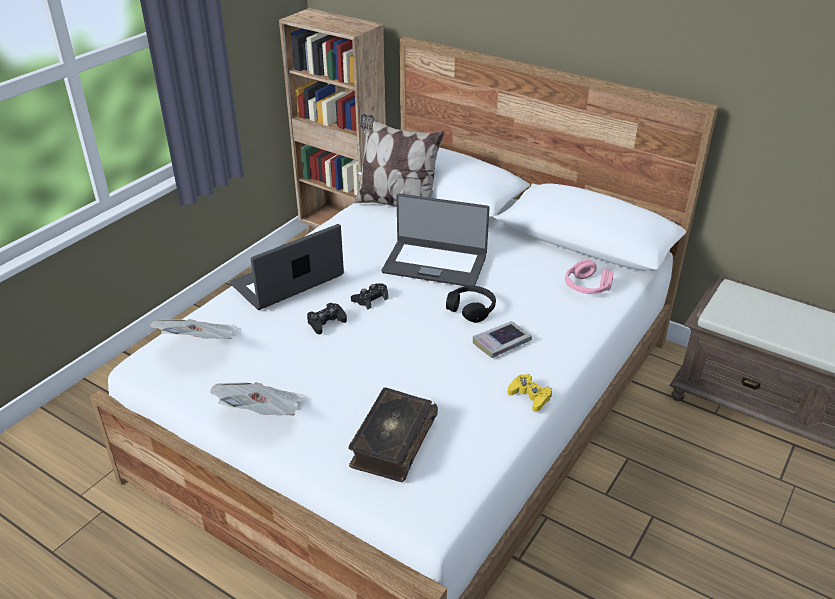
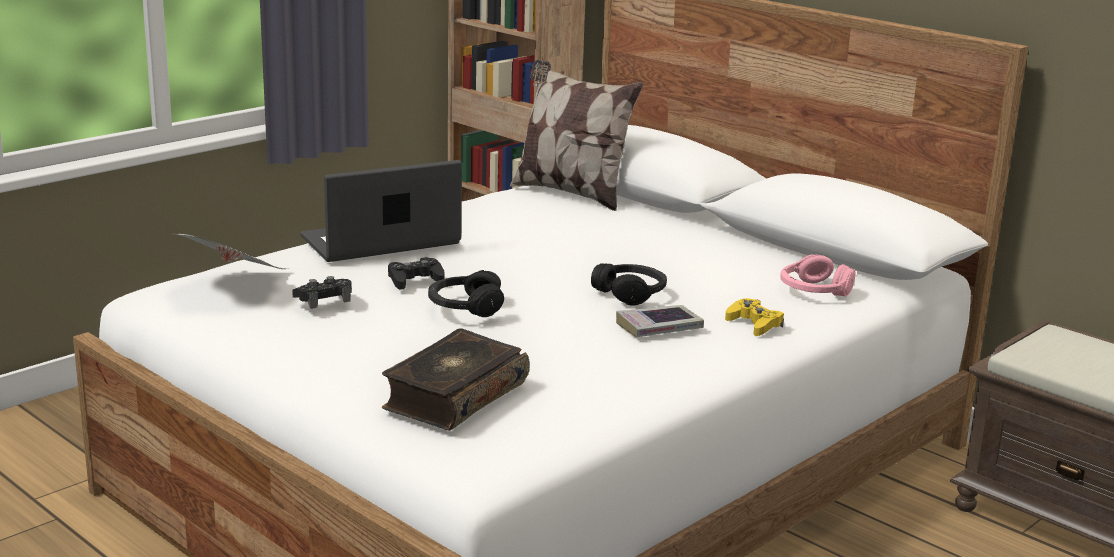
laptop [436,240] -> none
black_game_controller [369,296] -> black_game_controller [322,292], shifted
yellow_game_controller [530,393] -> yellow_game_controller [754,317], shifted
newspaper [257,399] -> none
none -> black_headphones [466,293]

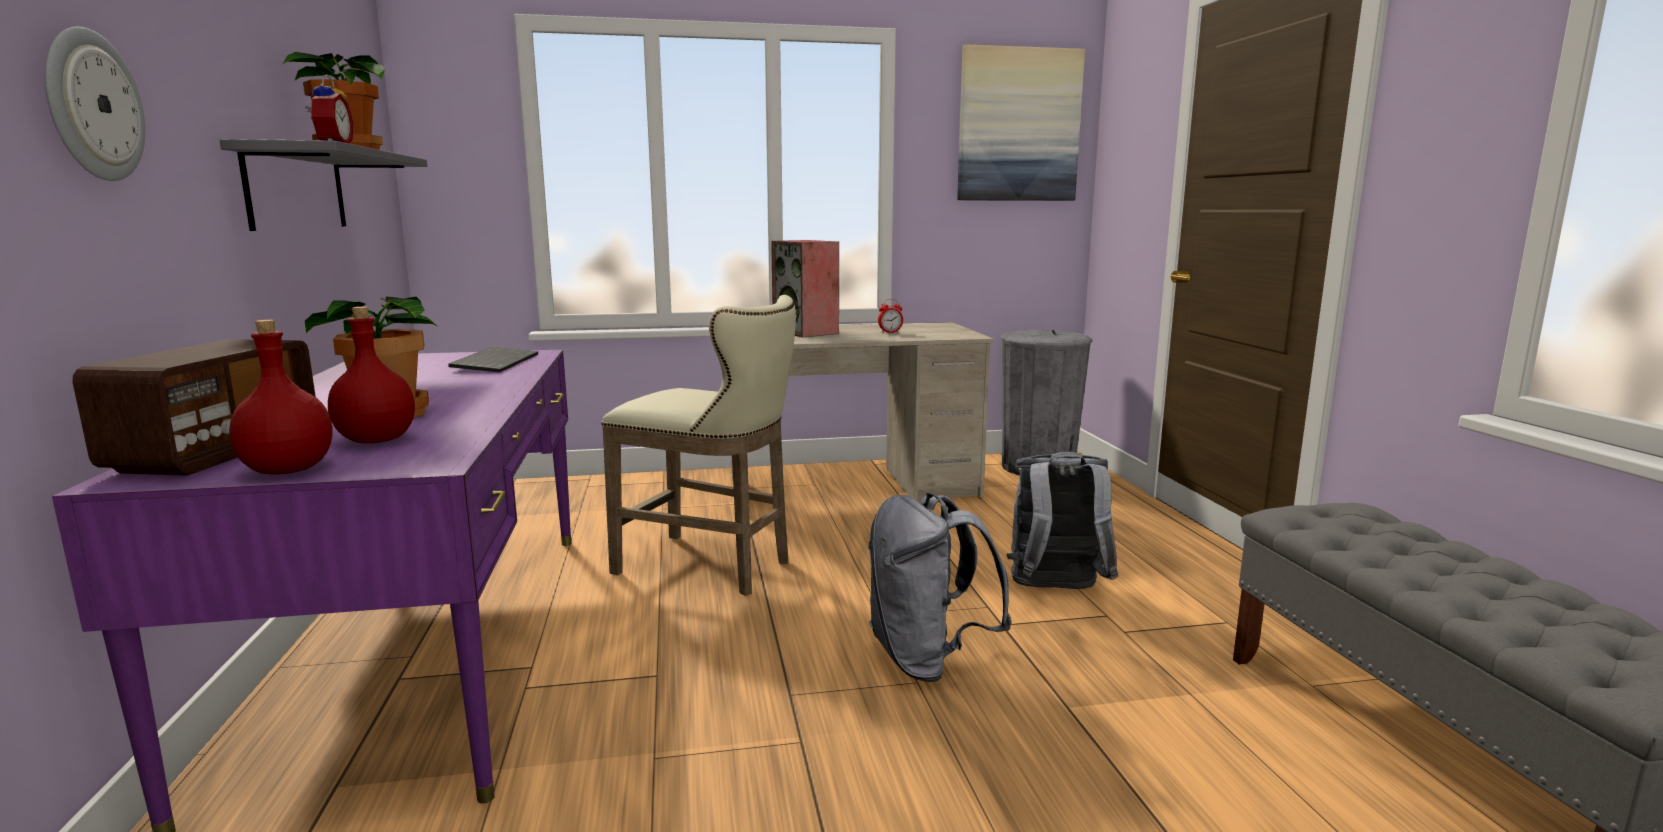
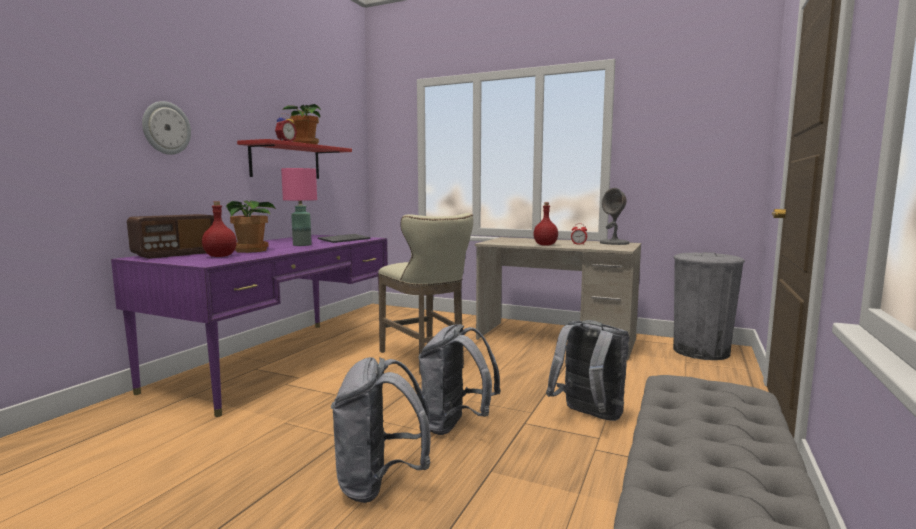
picture [1021,123] -> none
grey_shelf [323,185] -> red_shelf [294,159]
speaker [805,289] -> none
red_bottle [281,397] -> red_bottle [545,224], shifted
none -> pink_table_lamp [299,207]
none -> grey_table_lamp [614,216]
none -> grey_backpack [381,430]

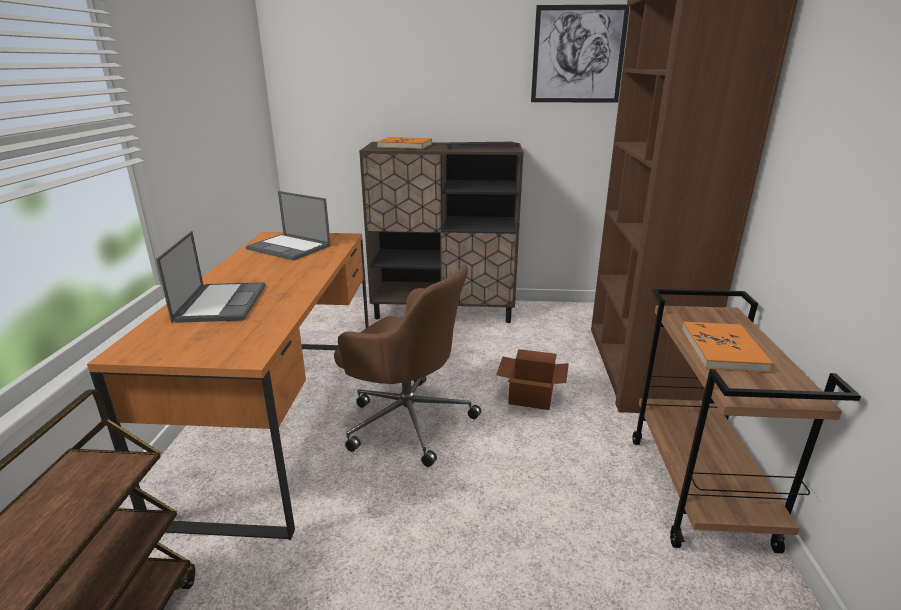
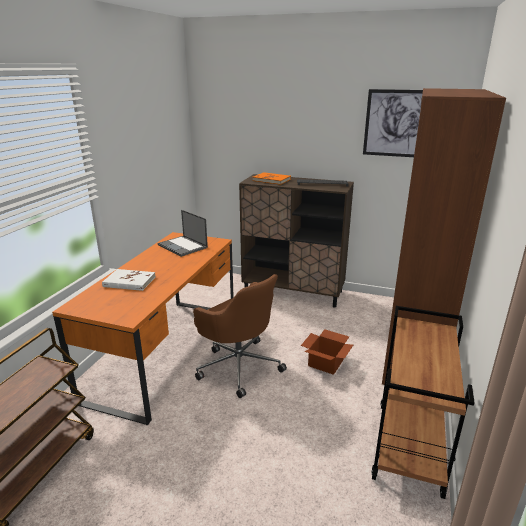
laptop [211,277] -> white_book [129,280]
orange_book [727,347] -> none

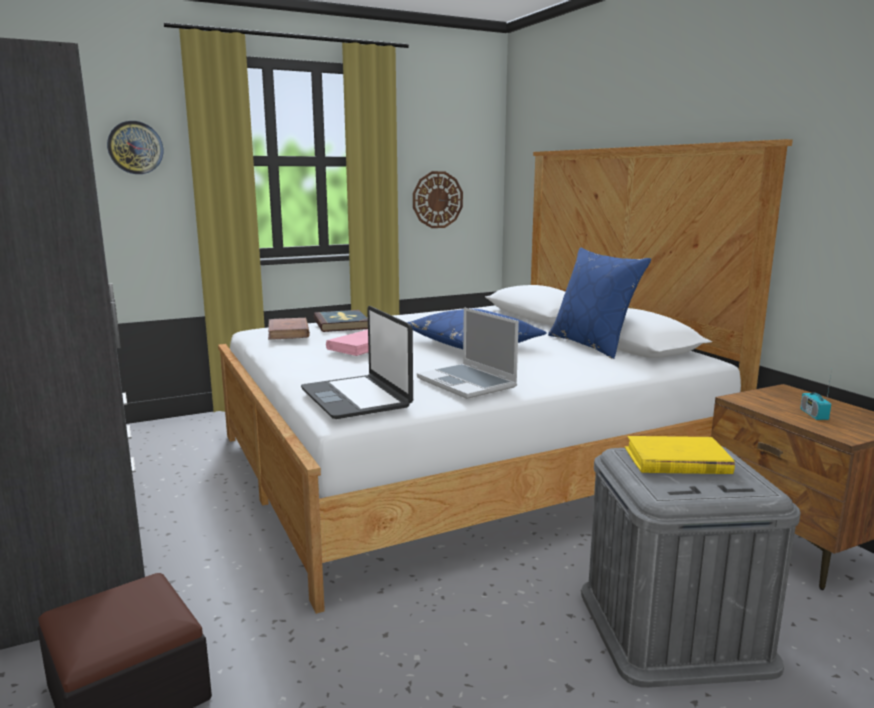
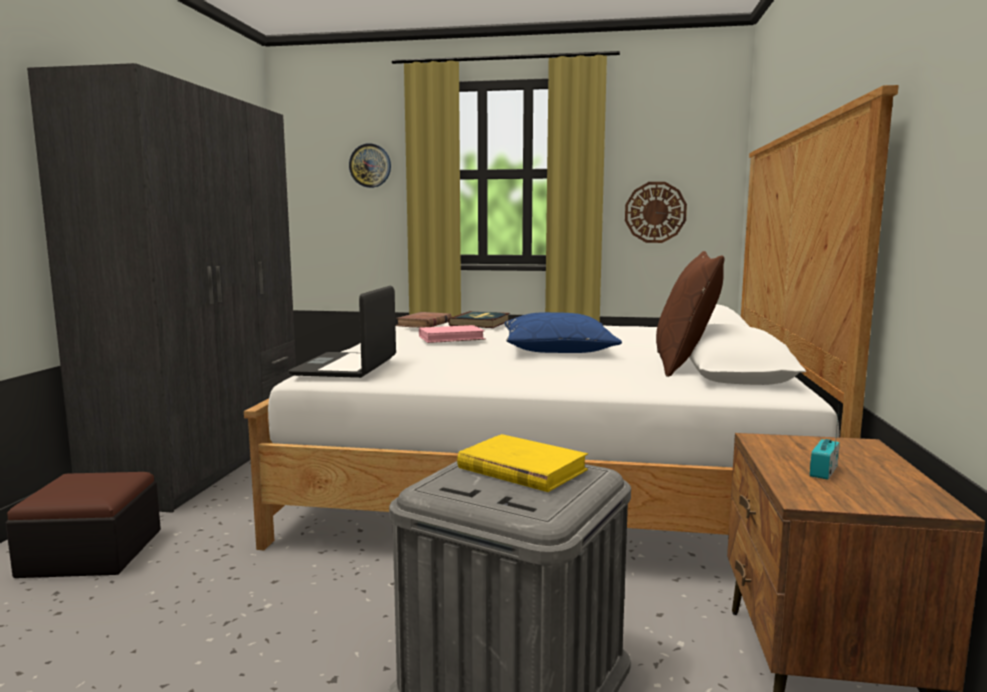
blue_pillow [599,303] -> brown_pillow [690,314]
laptop [468,353] -> none

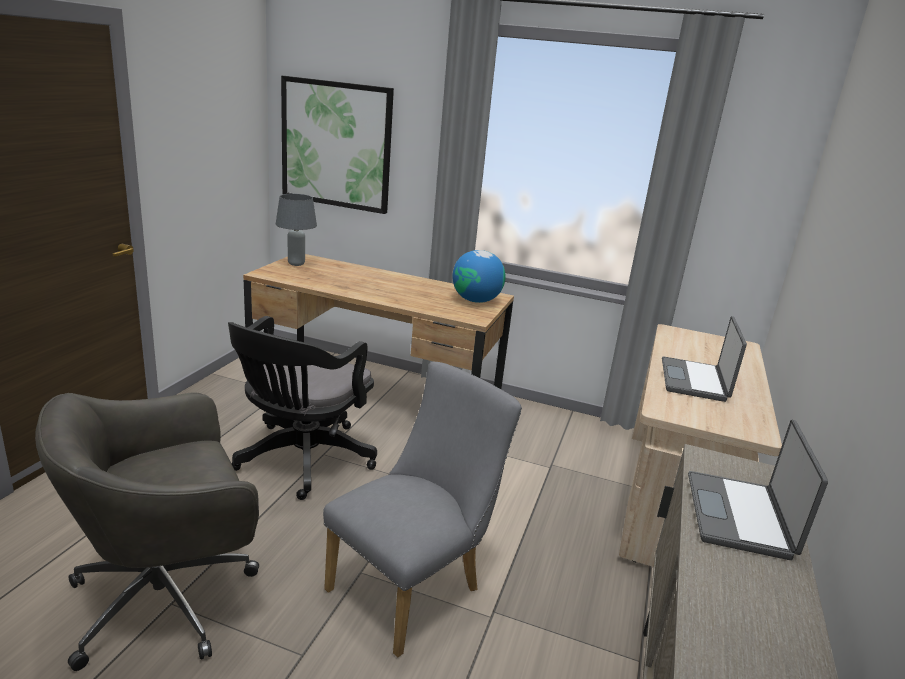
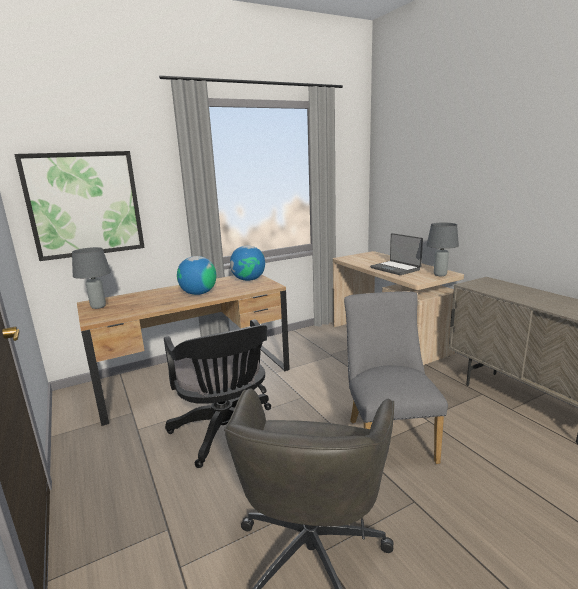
laptop [758,490] -> none
none -> grey_table_lamp [443,249]
none -> globe [196,275]

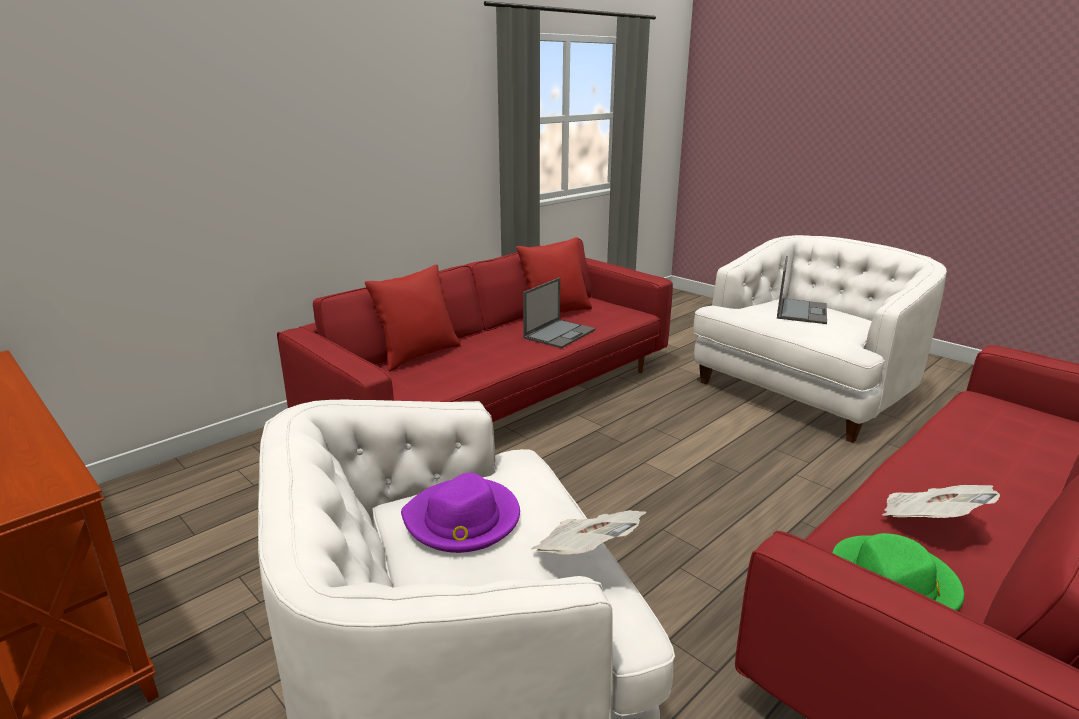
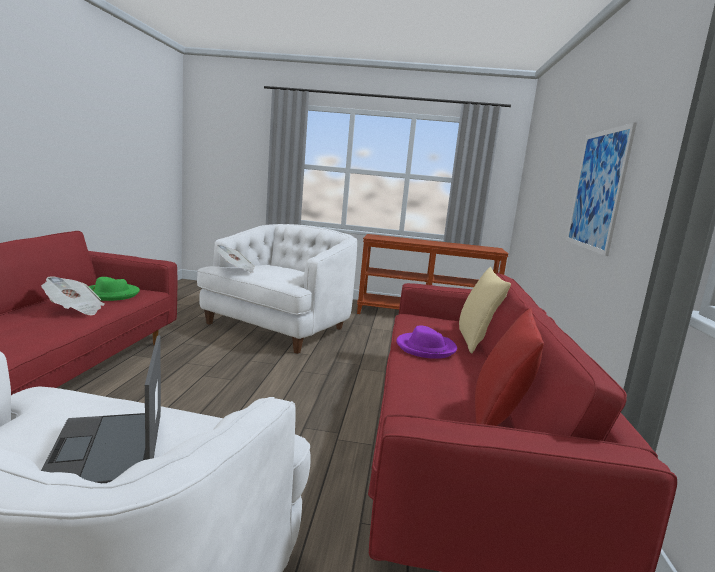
red_pillow [413,317] -> beige_pillow [485,310]
laptop [559,313] -> none
purple_hat [460,513] -> purple_hat [426,342], shifted
none -> picture [601,189]

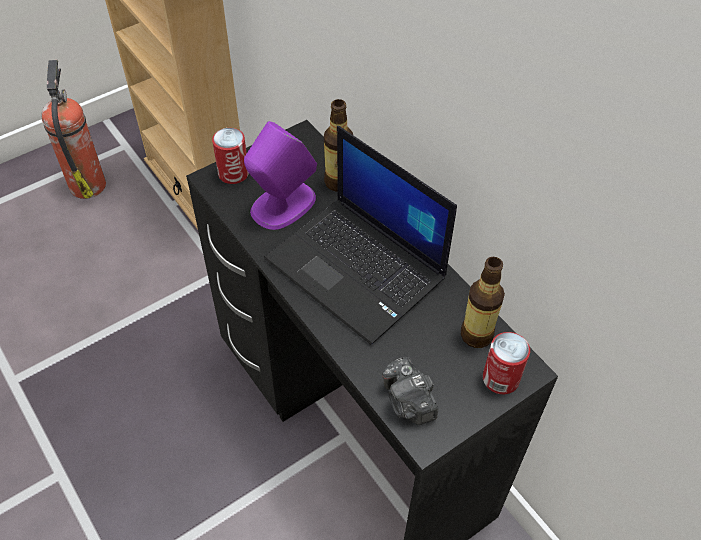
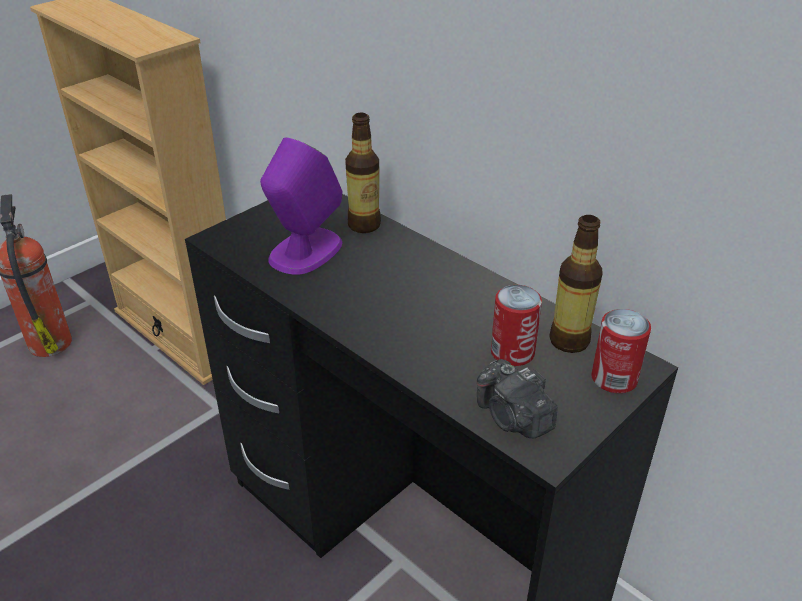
laptop [360,235] -> none
can [230,156] -> can [516,325], shifted

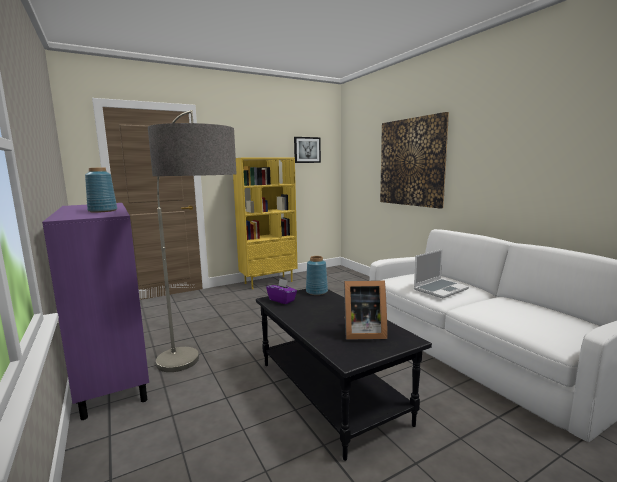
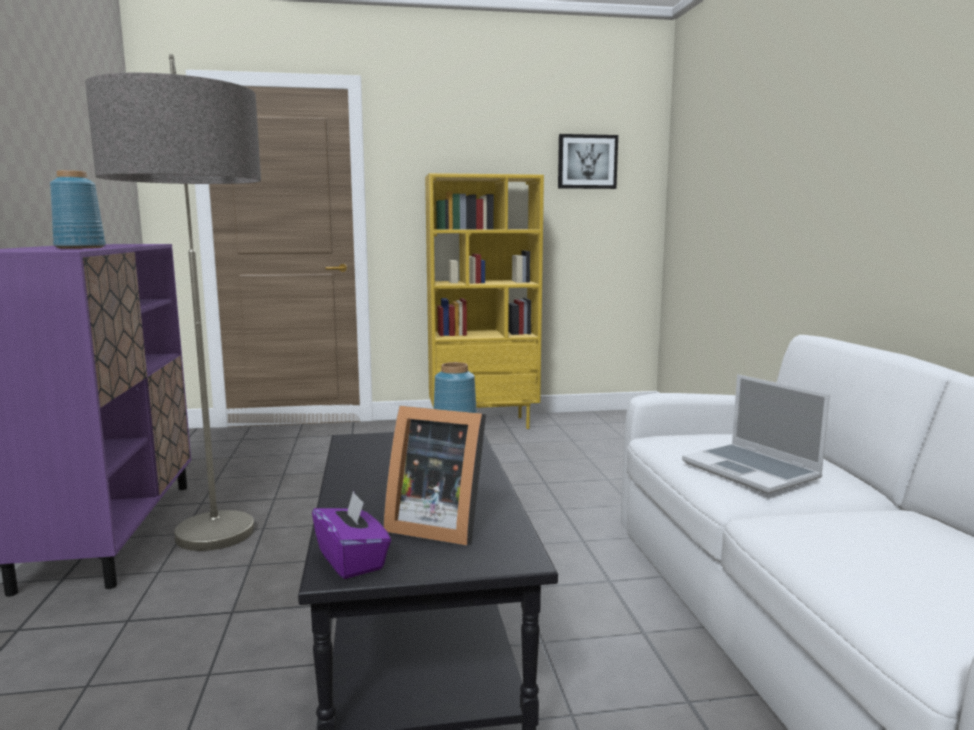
picture [414,160] -> none
laptop [441,273] -> laptop [756,434], 75 degrees clockwise
purple_tissue_box [281,291] -> purple_tissue_box [351,534], shifted

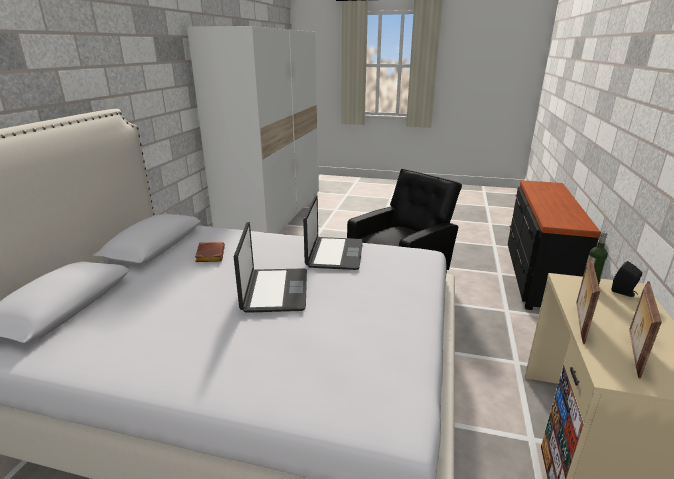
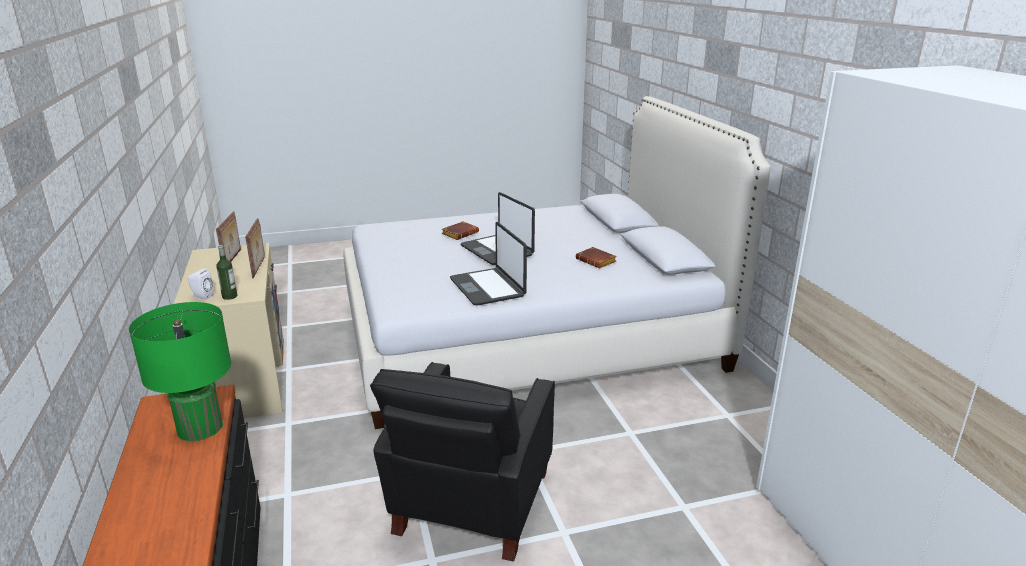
black_speaker [626,279] -> white_speaker [201,284]
none -> brown_book [460,230]
none -> green_table_lamp [180,371]

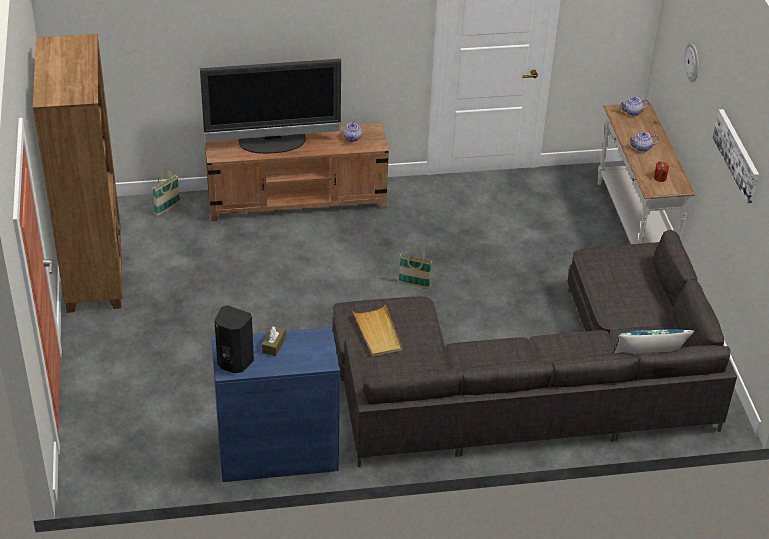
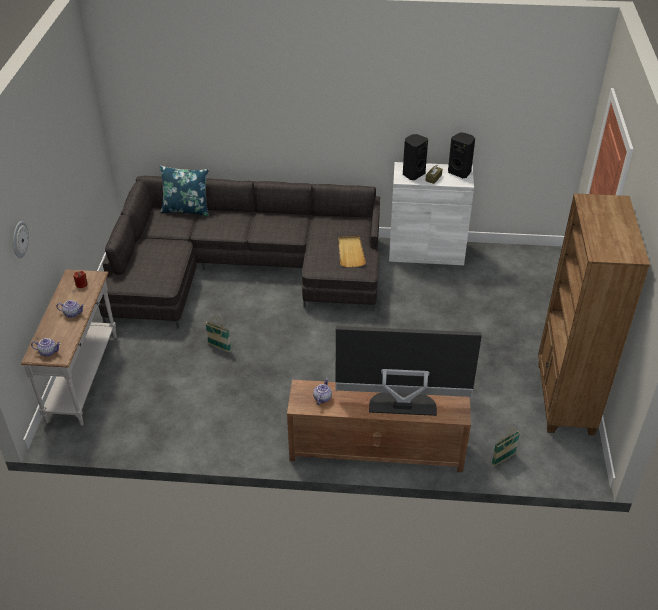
picture [735,156] -> none
basket [415,267] -> basket [218,334], shifted
blue_cabinet [276,404] -> white_cabinet [431,213]
none -> black_speaker [415,157]

